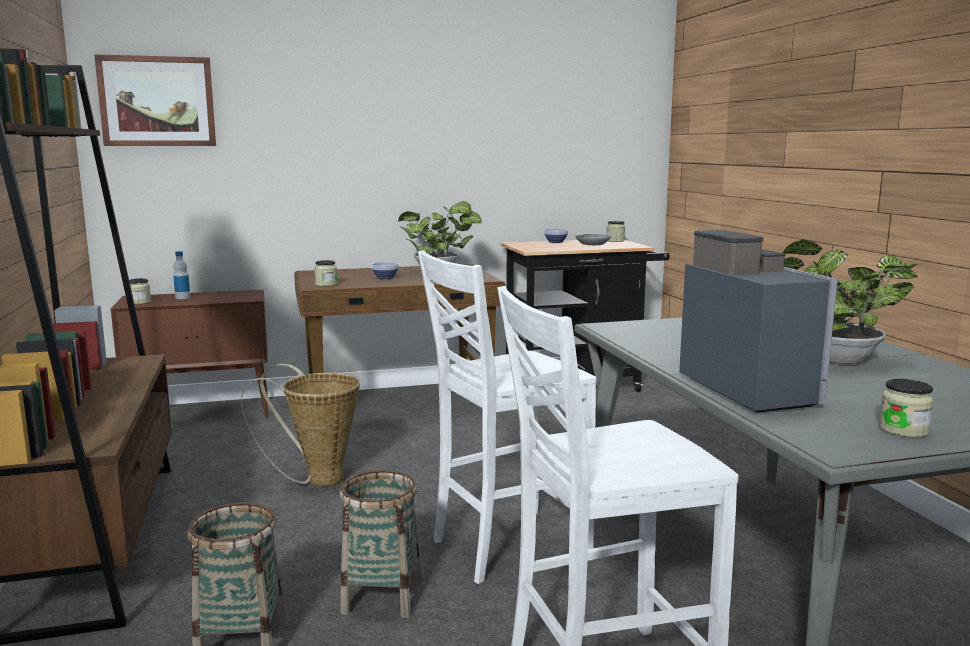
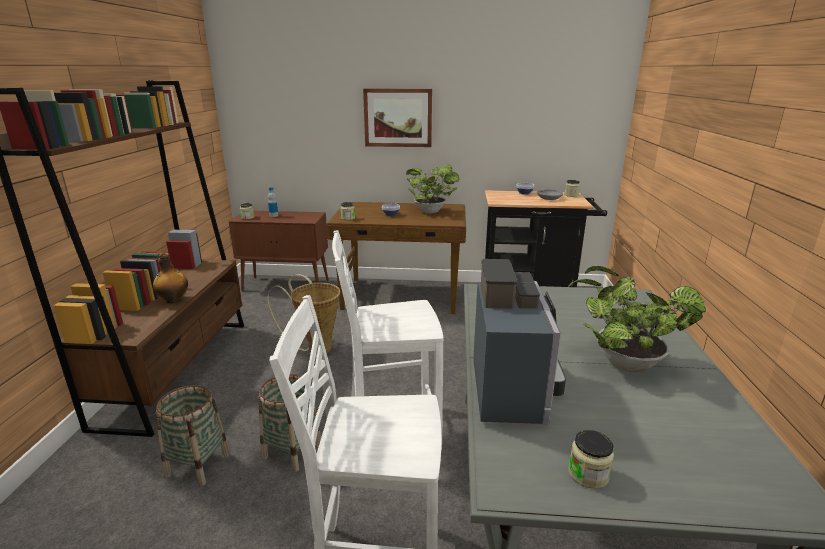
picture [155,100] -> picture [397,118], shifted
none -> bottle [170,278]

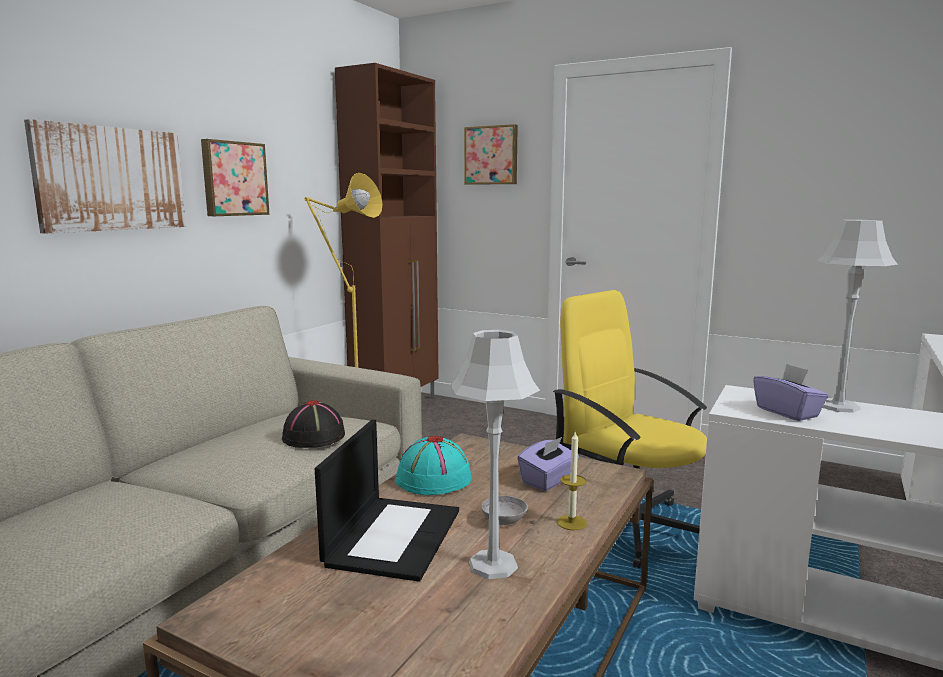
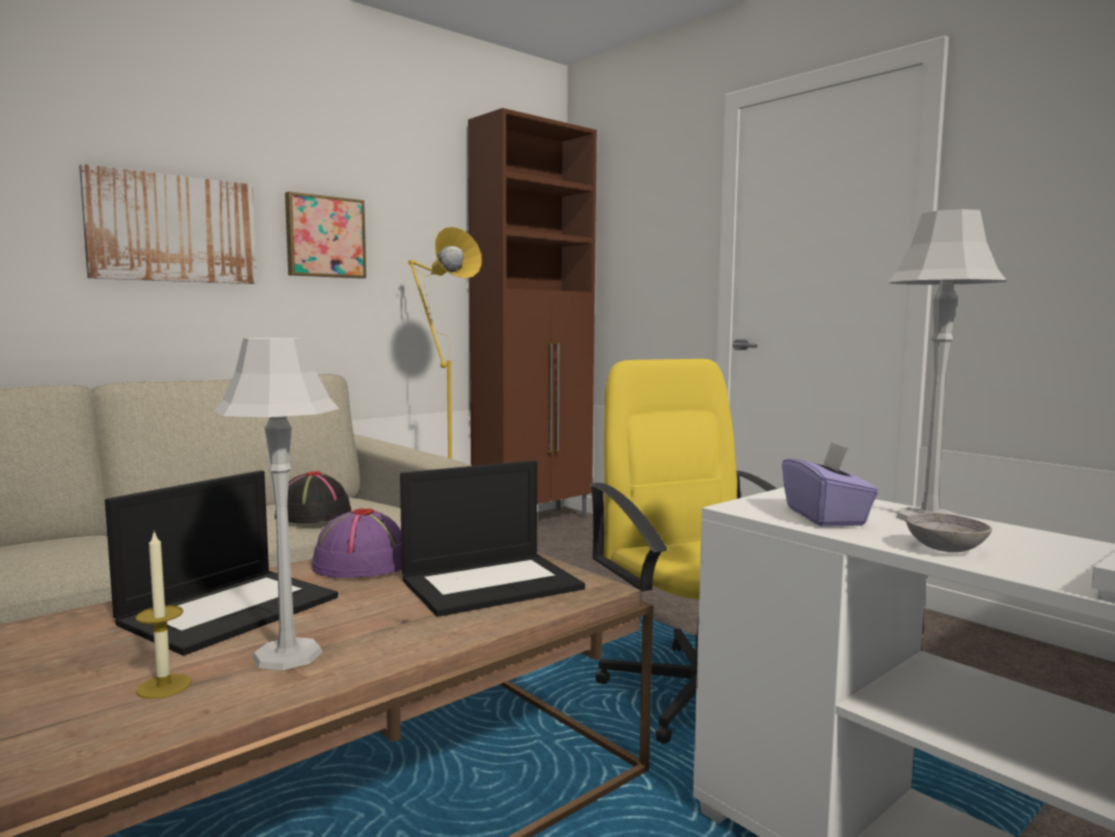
picture [491,154] -> none
candle [572,481] -> candle [163,615], shifted
turquoise_hat [433,465] -> purple_hat [357,543]
purple_tissue_box [548,464] -> laptop [492,538]
grey_bowl [504,510] -> grey_bowl [949,532], shifted

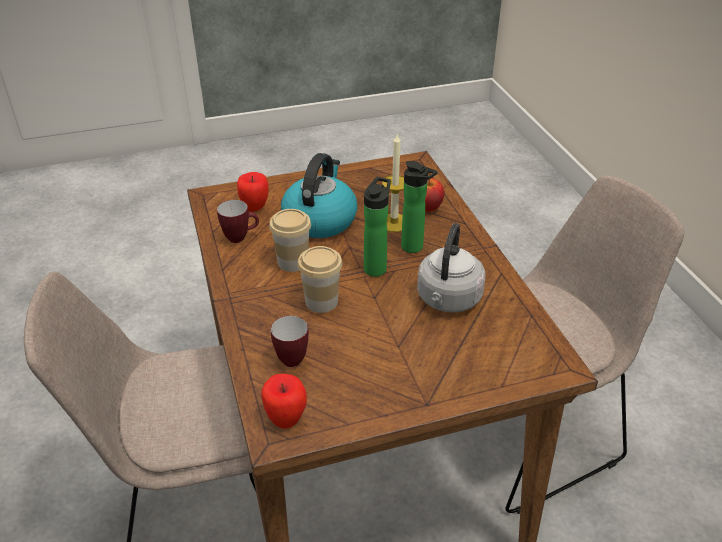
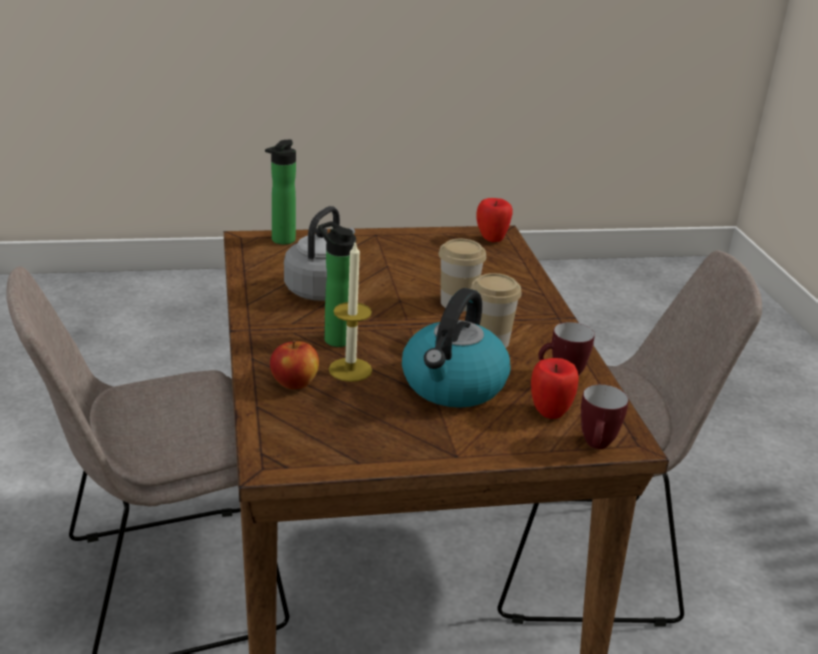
bottle [377,227] -> bottle [280,192], shifted
mug [290,341] -> mug [605,416], shifted

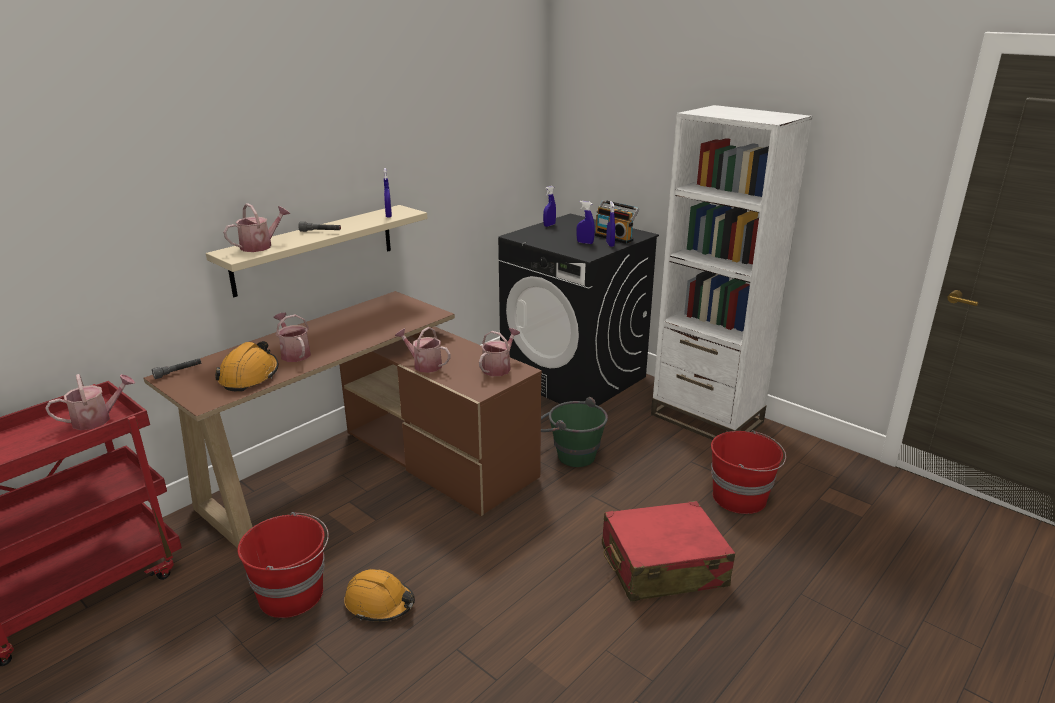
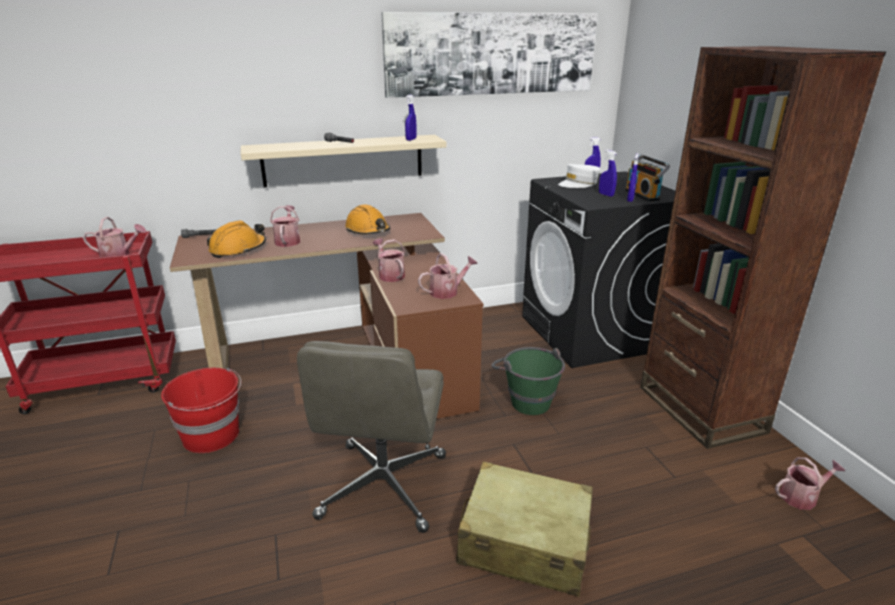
white_bookcase [731,272] -> brown_bookcase [763,247]
watering_can [256,227] -> watering_can [810,483], shifted
red_bucket [748,472] -> none
red_suitcase [668,551] -> beige_suitcase [525,529]
orange_hard_hat [379,595] -> orange_hard_hat [367,219], shifted
none -> picture [489,55]
none -> white_cap [579,176]
none -> grey_office_chair [371,437]

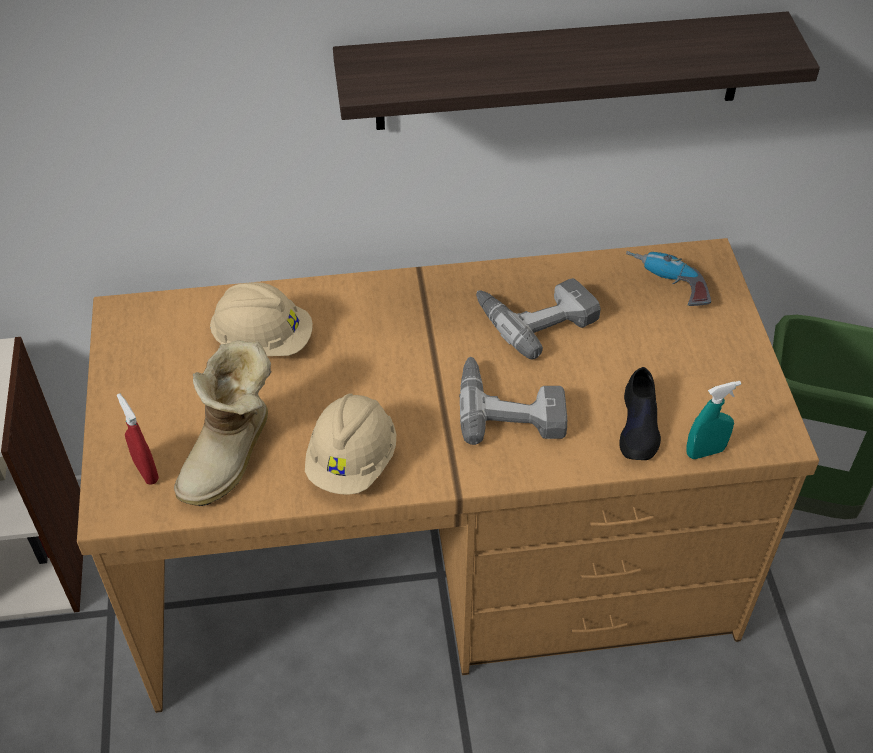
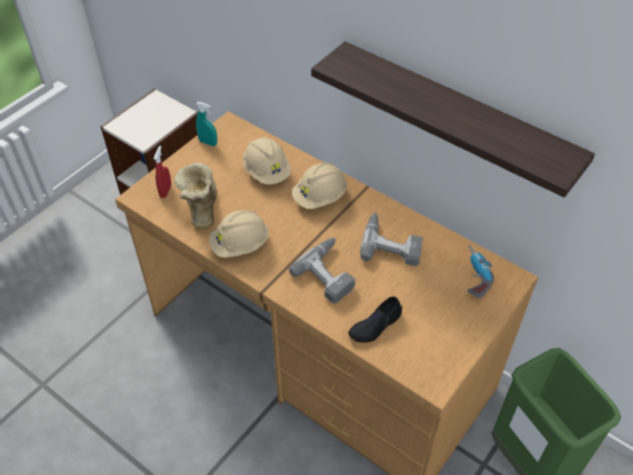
boot [223,423] -> boot [195,196], 105 degrees clockwise
turquoise_spray_bottle [713,420] -> turquoise_spray_bottle [206,124], shifted
none -> beige_hard_hat [319,185]

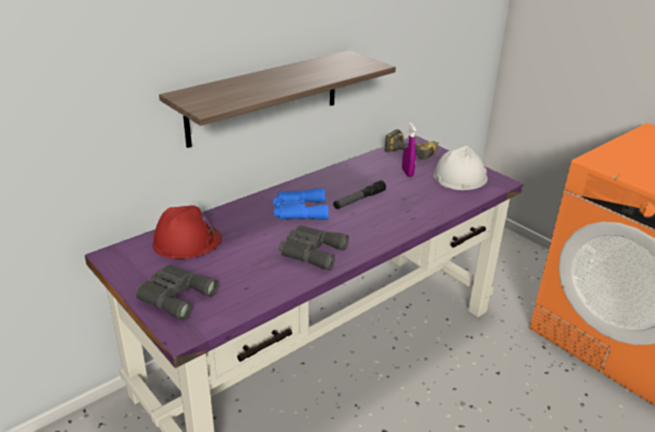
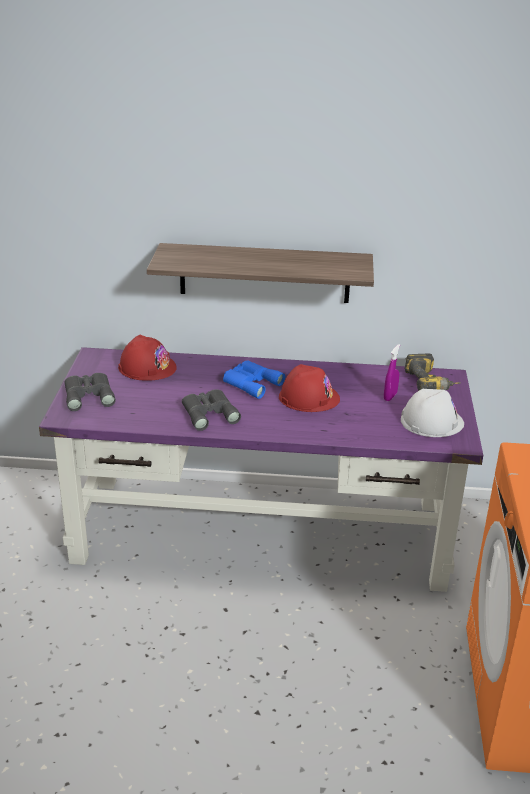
flashlight [359,194] -> red_hard_hat [309,388]

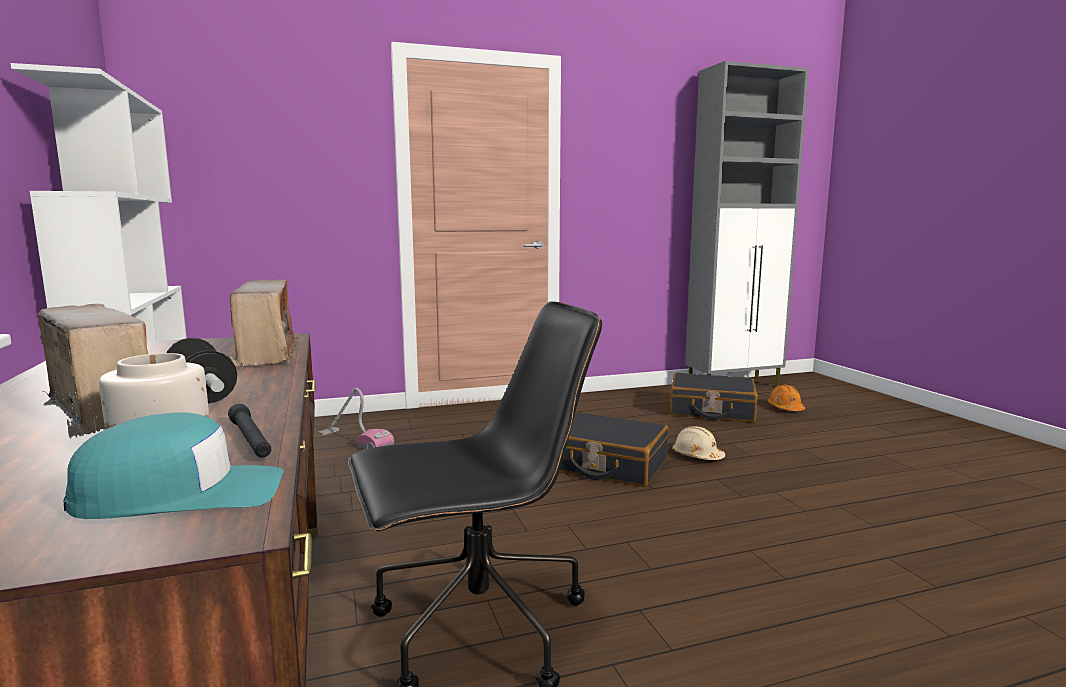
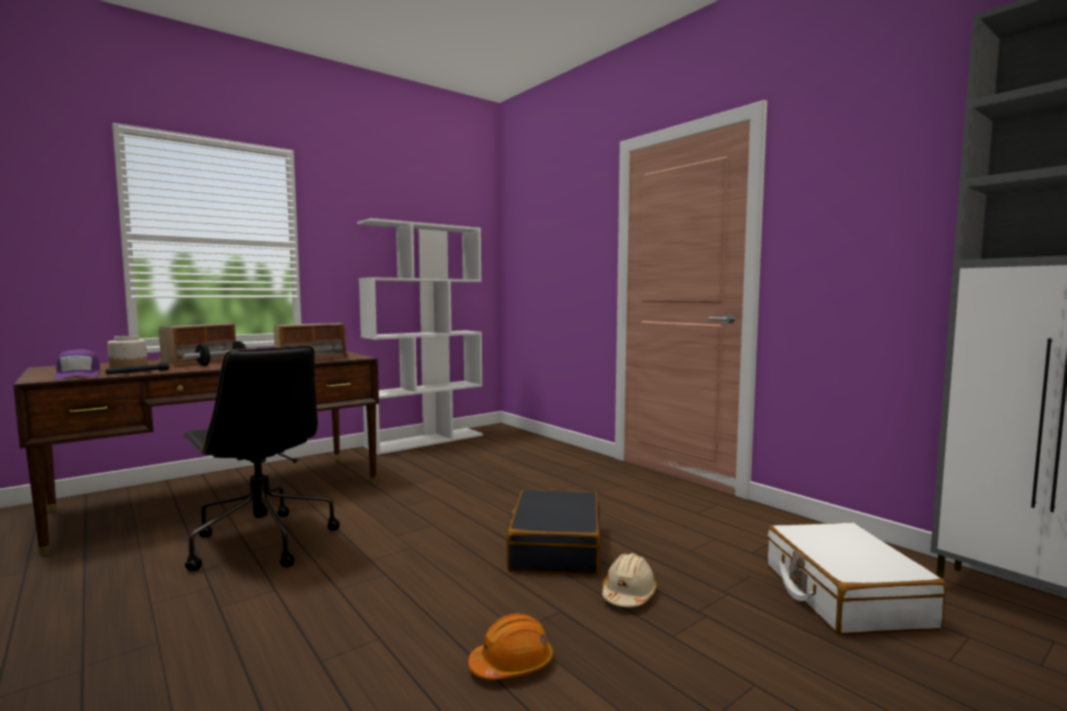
black_suitcase [714,397] -> white_suitcase [856,578]
orange_hard_hat [786,397] -> orange_hard_hat [510,646], shifted
vacuum_cleaner [356,418] -> none
turquoise_cap [173,465] -> purple_cap [77,364]

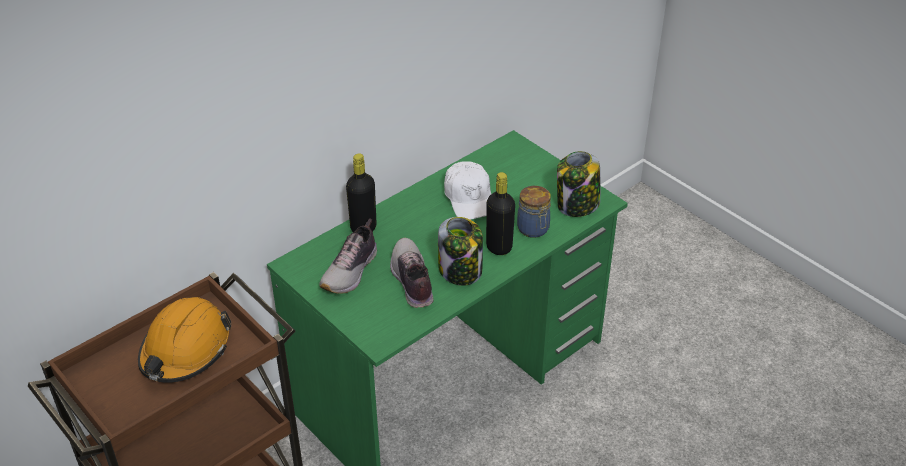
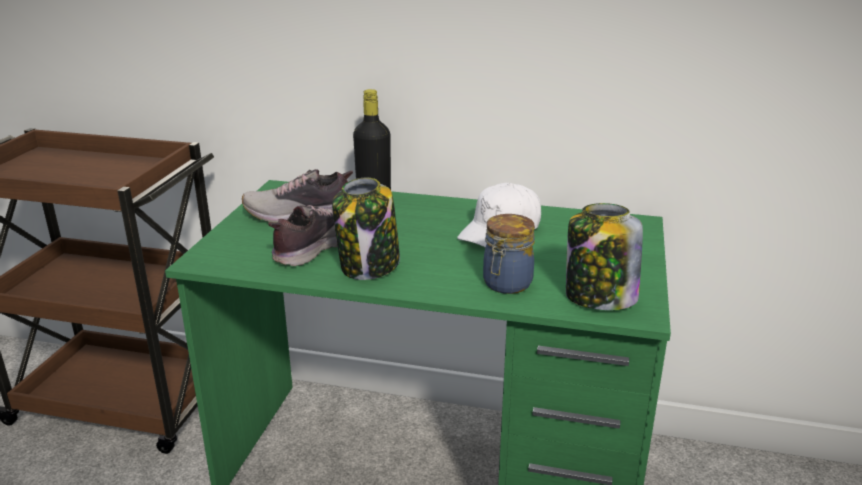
black_bottle [500,213] -> none
orange_hard_hat [184,340] -> none

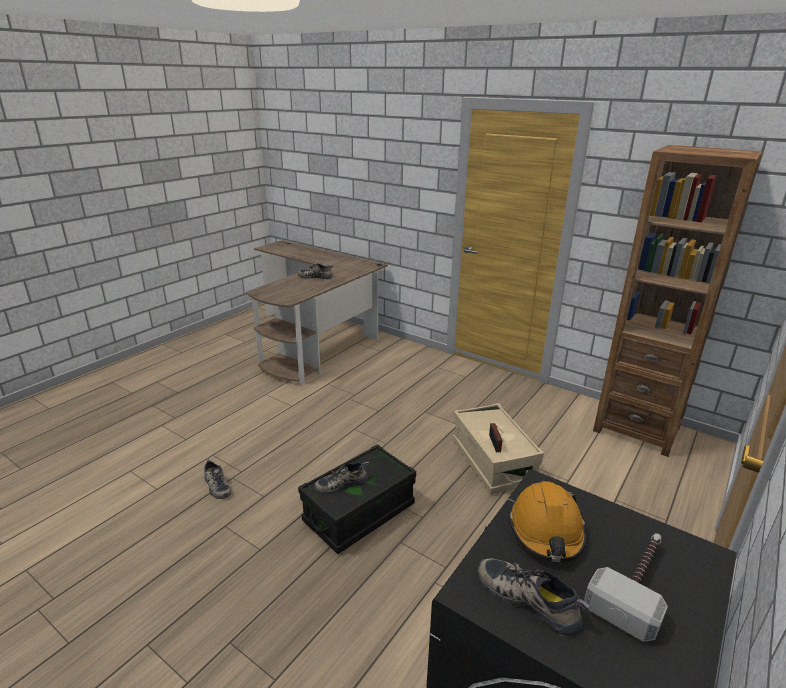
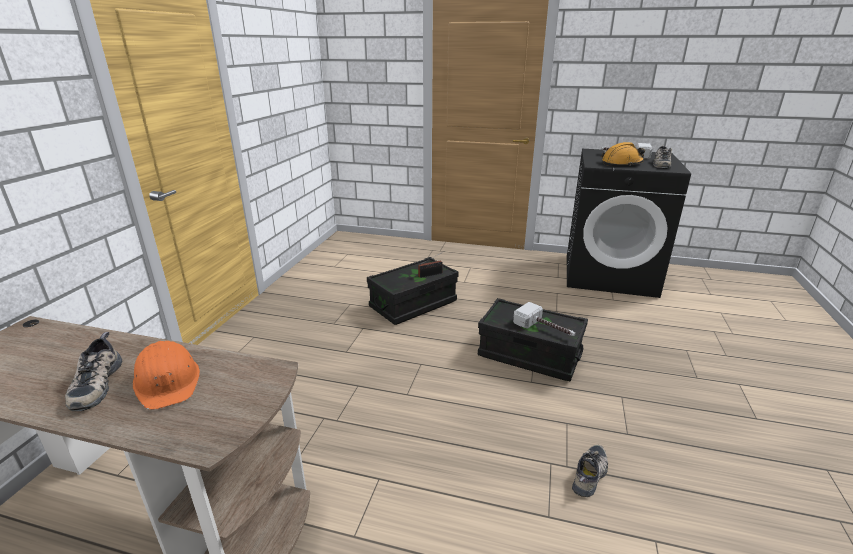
brown_bookcase [677,301] -> none
beige_storage_box [498,448] -> black_storage_box [413,291]
shoe [341,478] -> hammer [544,319]
none -> orange_hard_hat [166,375]

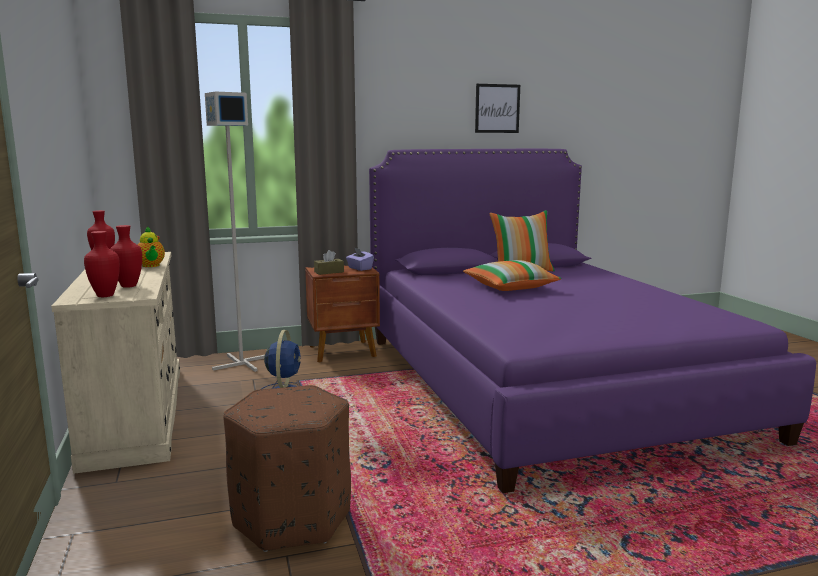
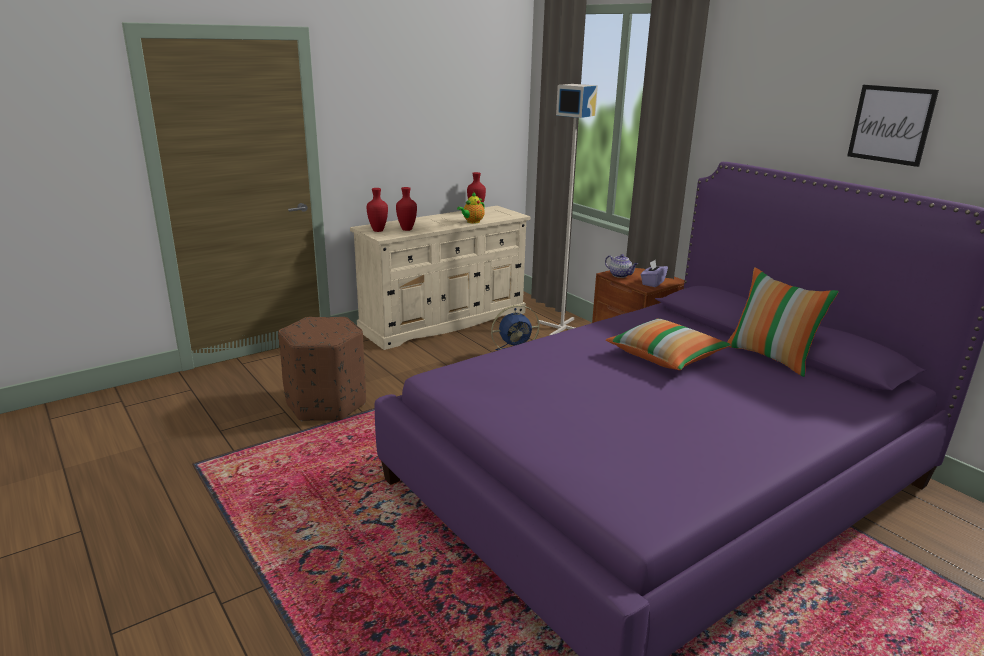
brown_tissue_box [329,262] -> teapot [621,266]

